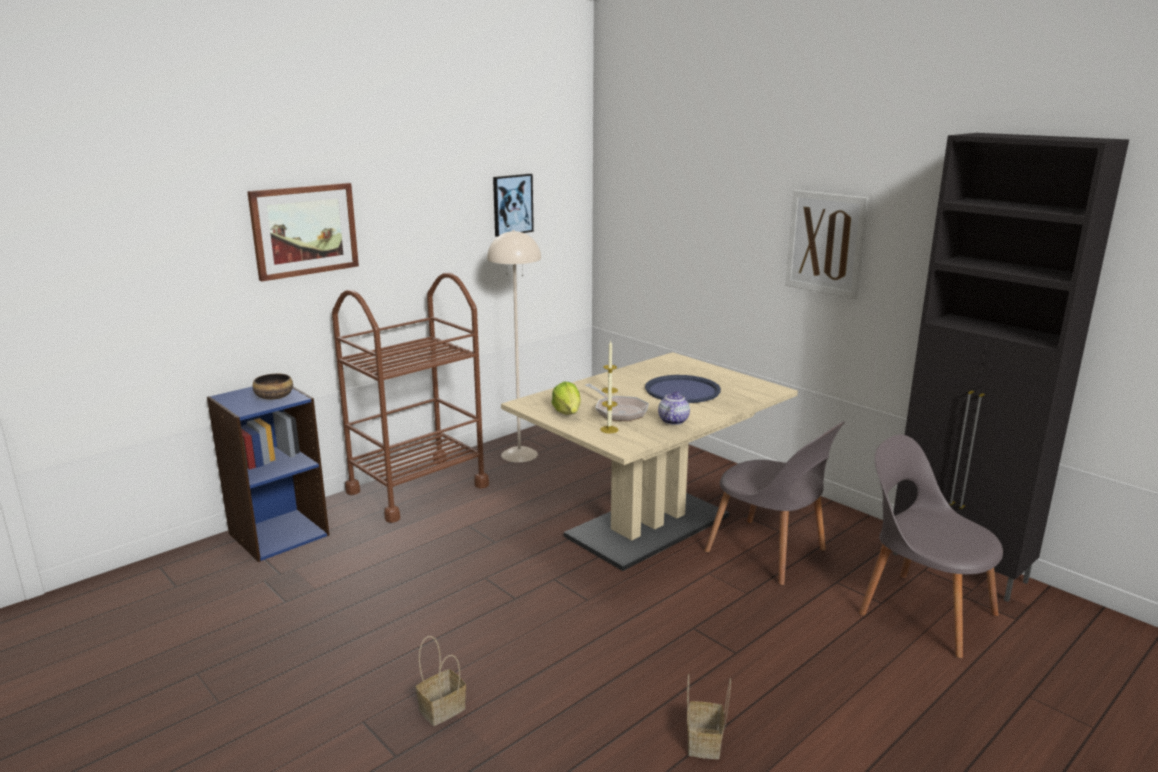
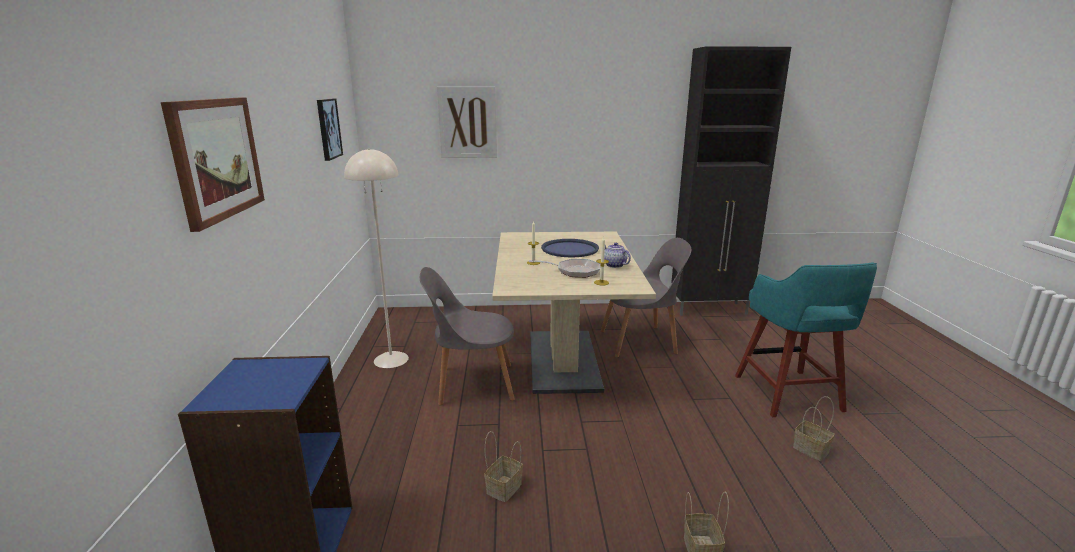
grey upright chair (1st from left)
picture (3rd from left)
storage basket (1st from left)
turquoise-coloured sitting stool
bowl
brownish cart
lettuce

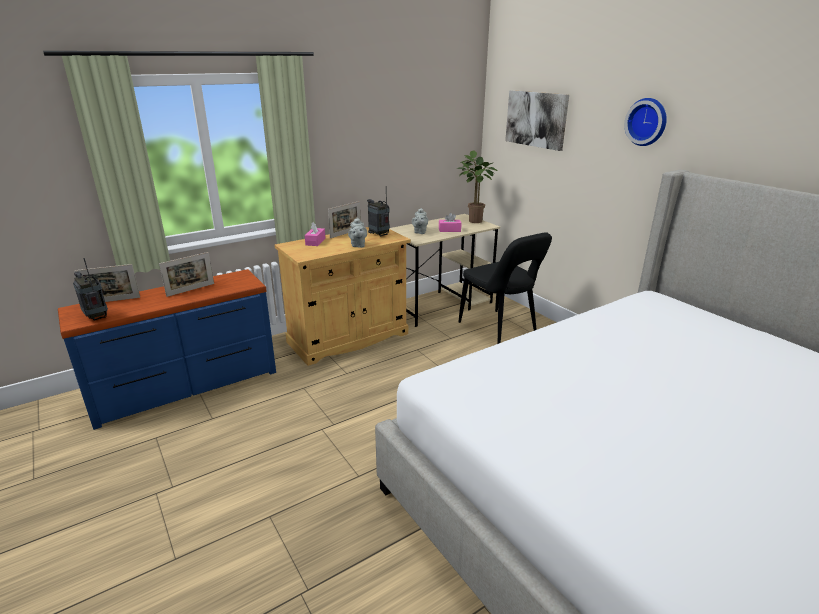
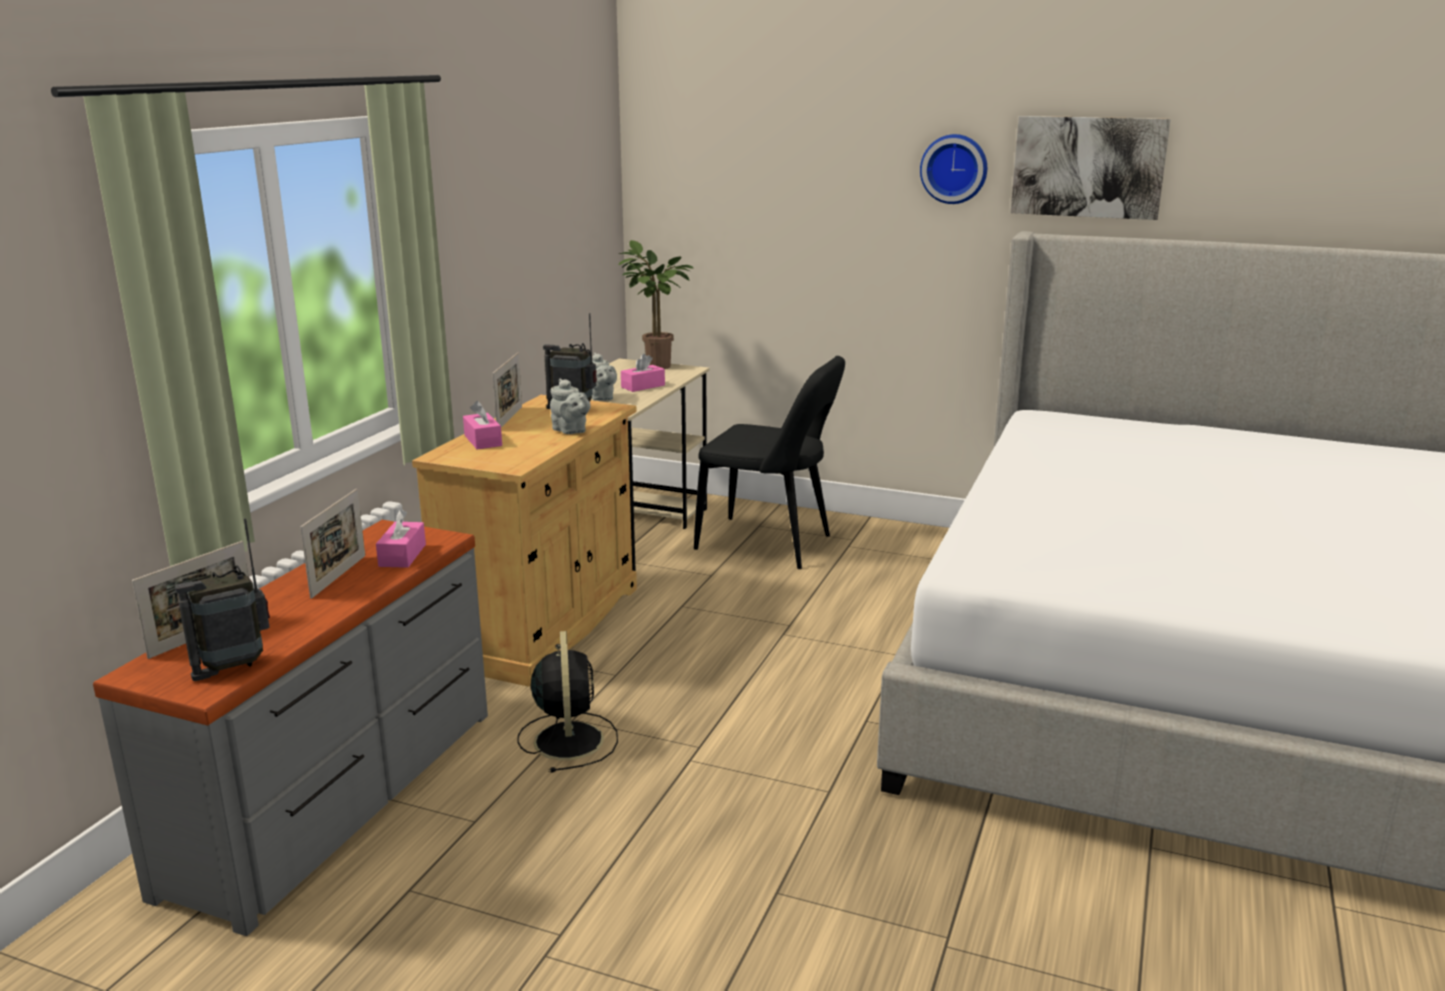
grey drawer chest
radio receiver (1st from left)
pink-coloured tissue holder (1st from left)
black fan
picture

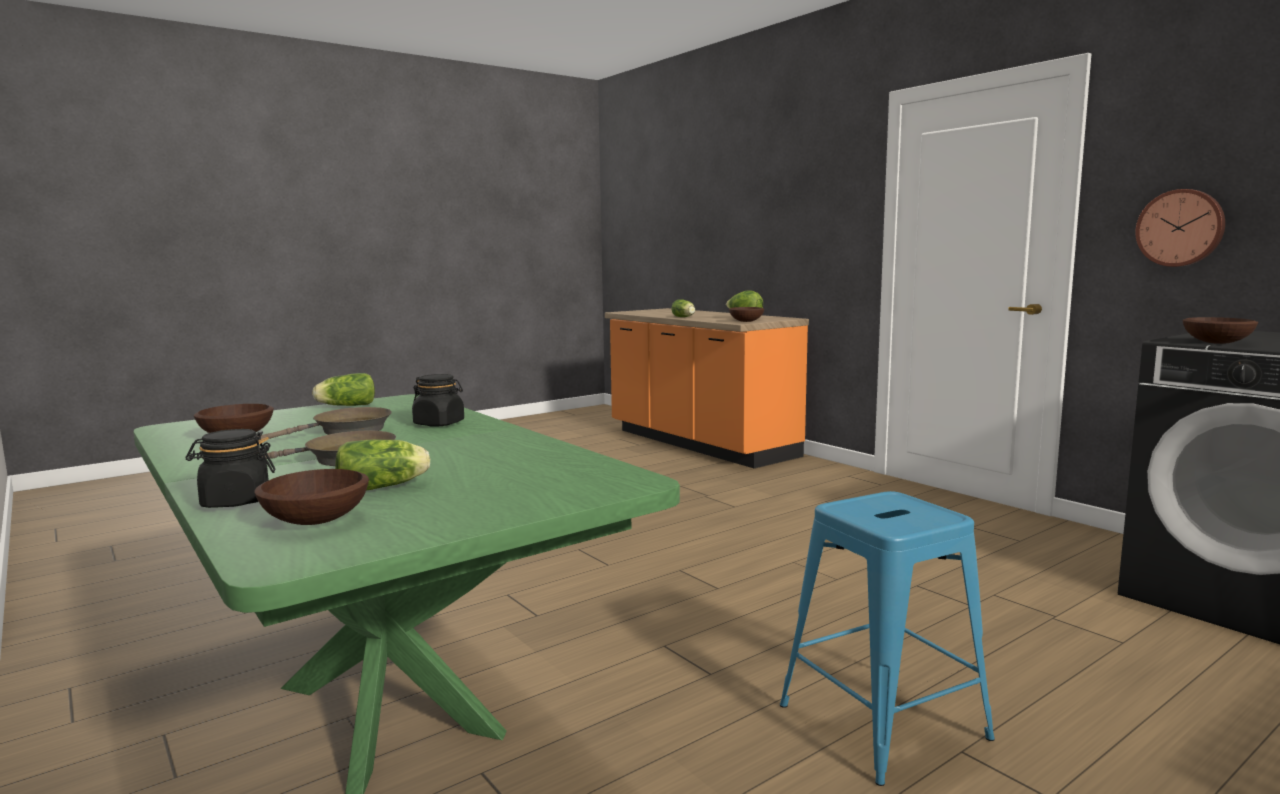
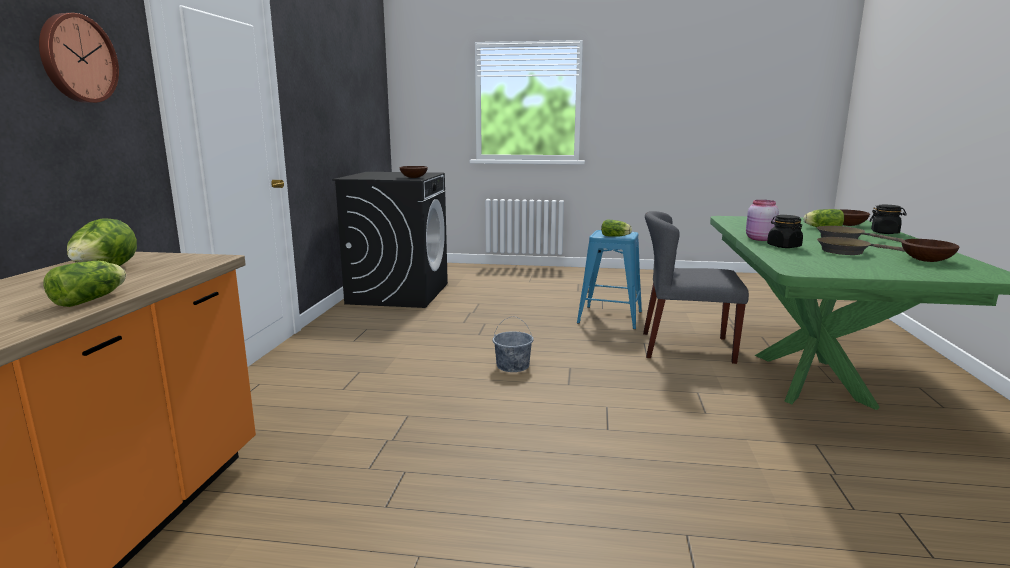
wall clock
grey pail
lettuce (3rd from left)
grey upright chair
pink-coloured preserve jar
brownish bowl (3rd from left in the first image)

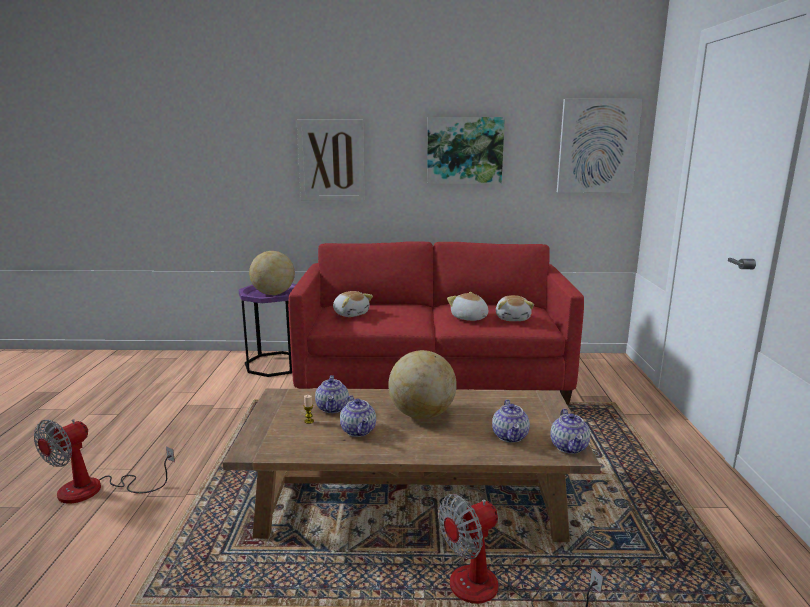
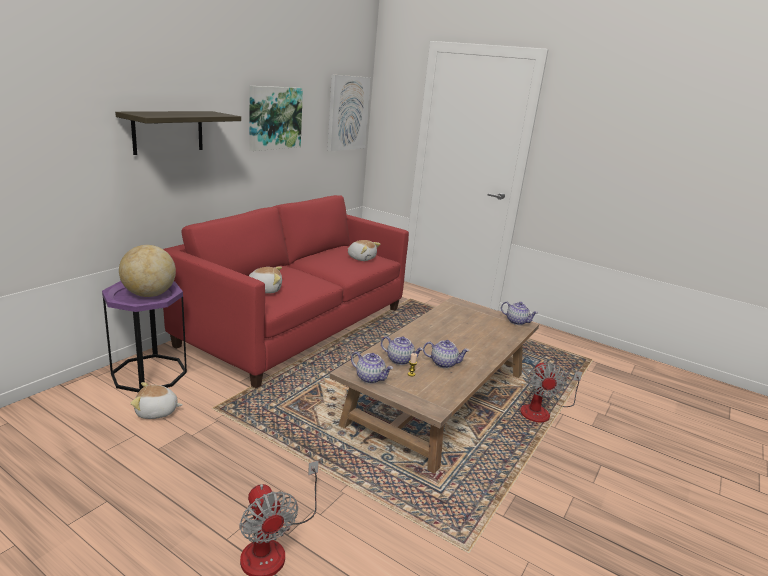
wall shelf
soft toy (1st from left)
teapot (1st from left)
globe (2nd from left in the first image)

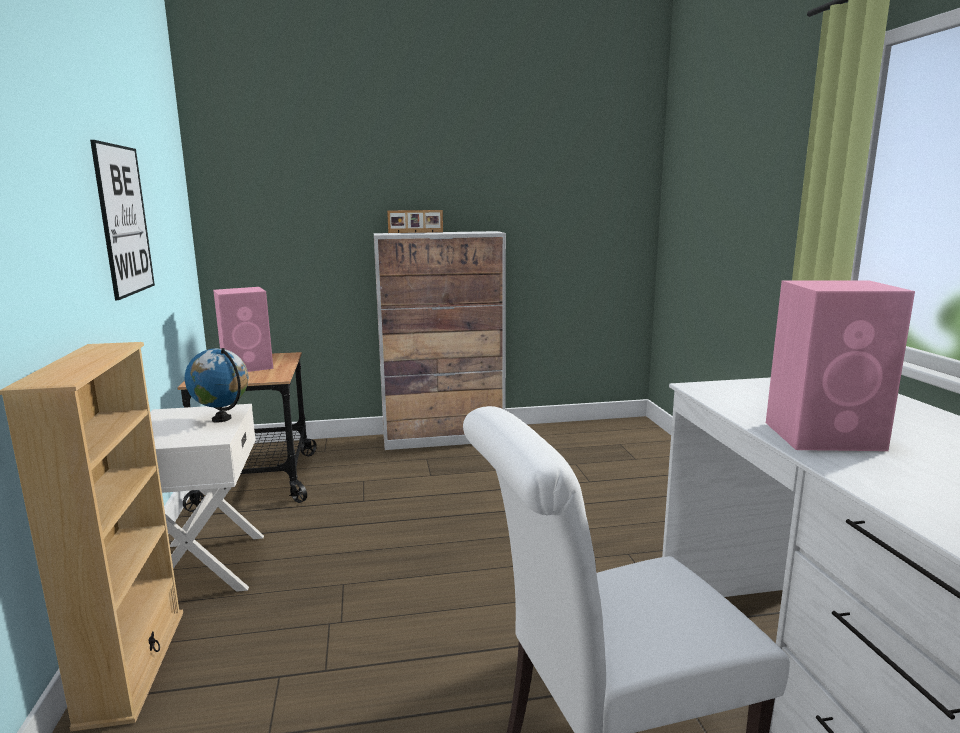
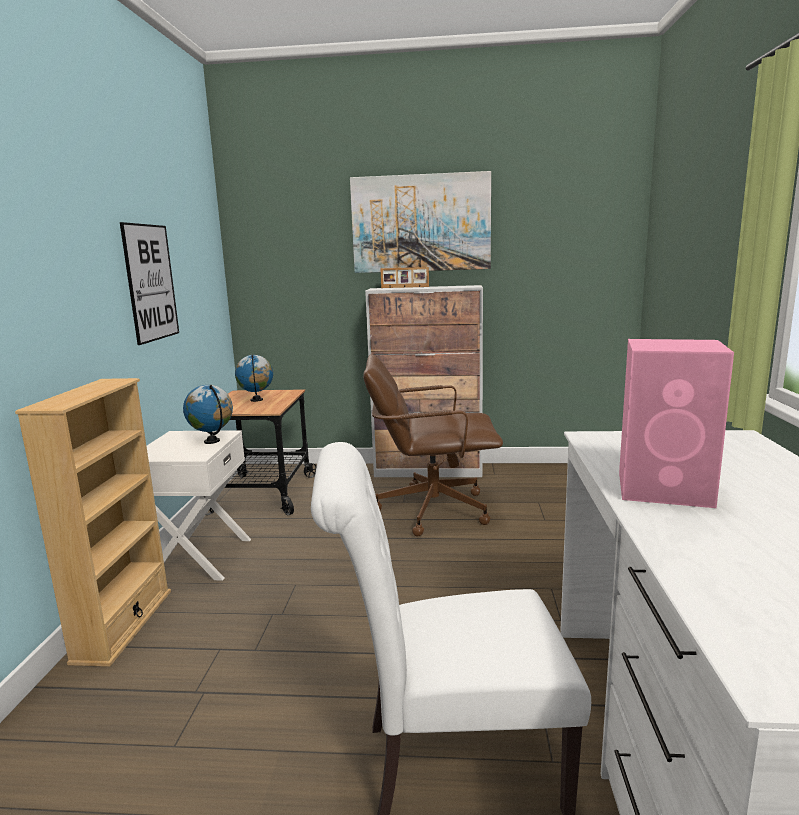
globe (2nd from left)
picture (2nd from left)
brownish computer chair

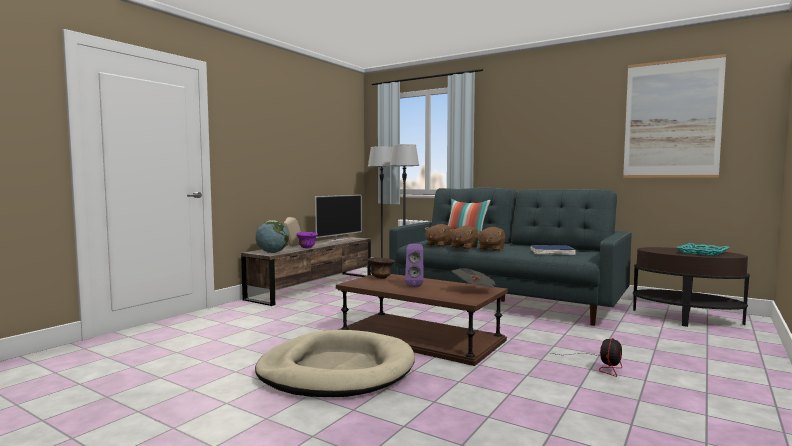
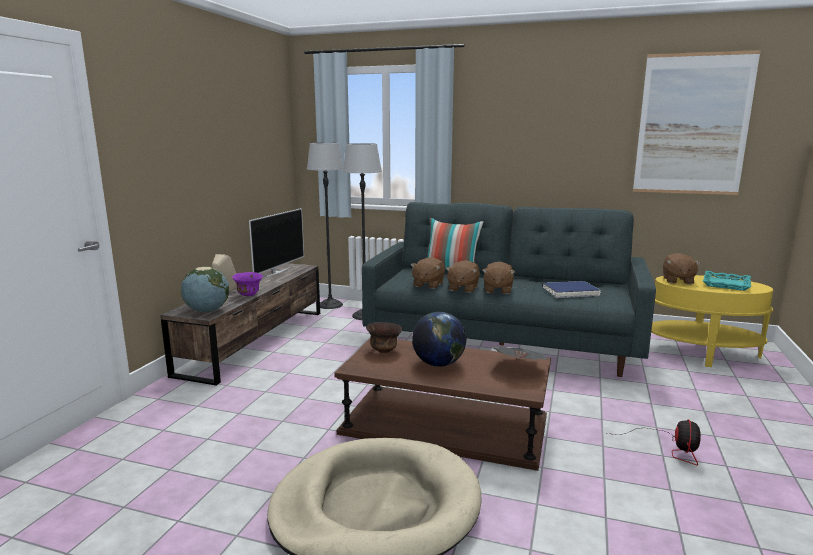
globe (2nd from left)
yellow-coloured accent table
brownish soft toy (4th from left)

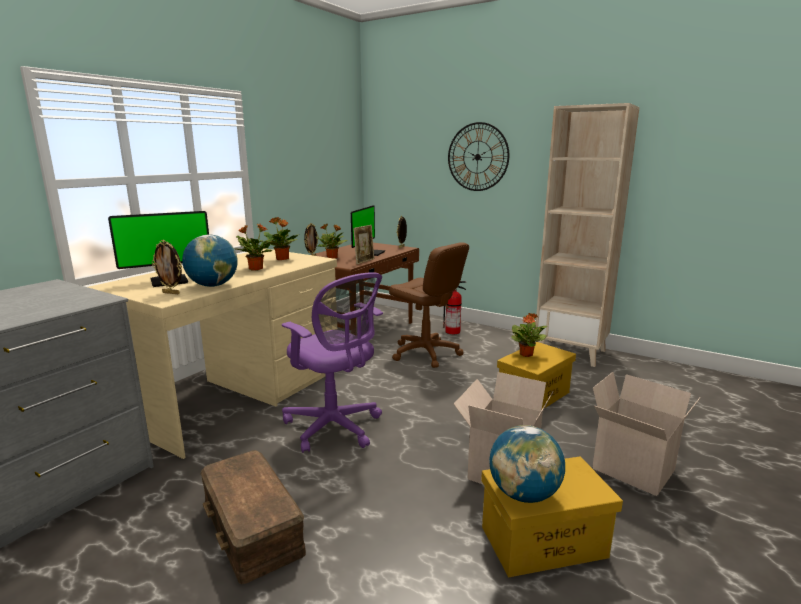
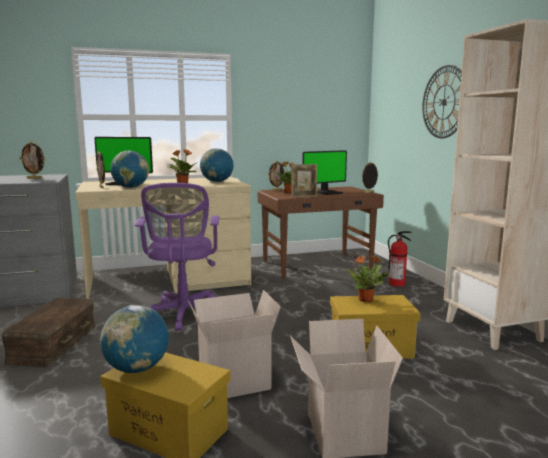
picture frame (1st from left)
globe (3rd from left)
brownish computer chair

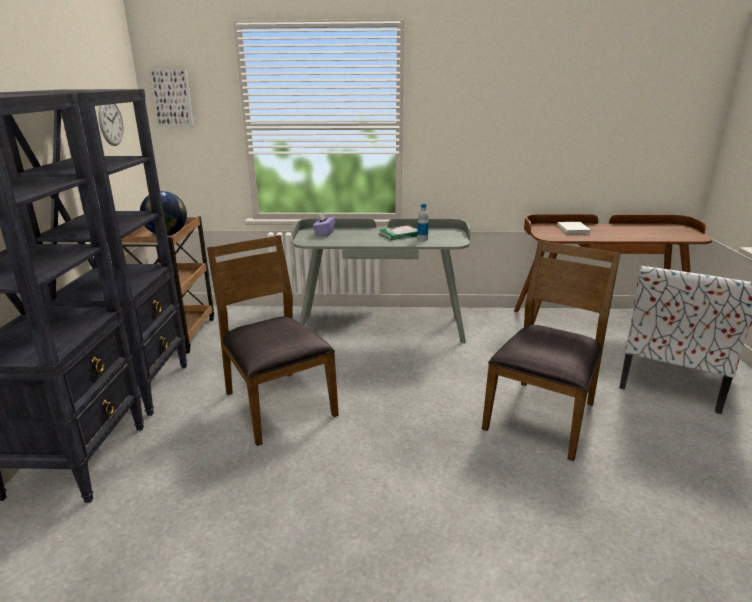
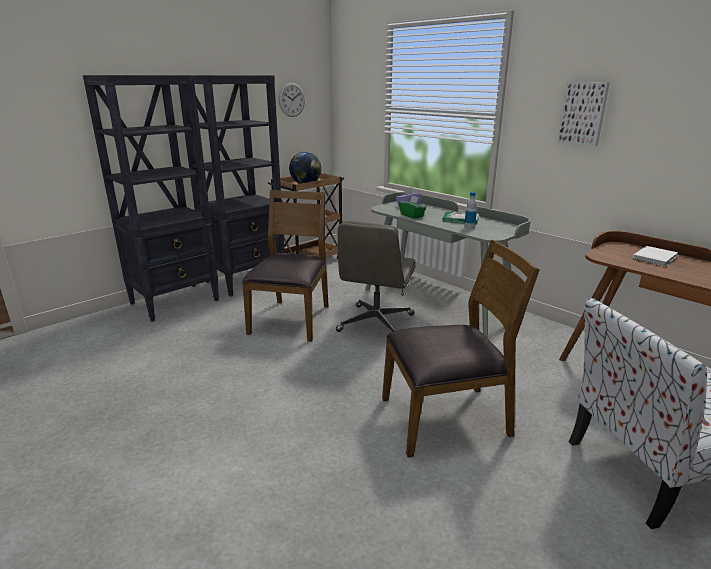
grey computer chair
green tissue holder
picture

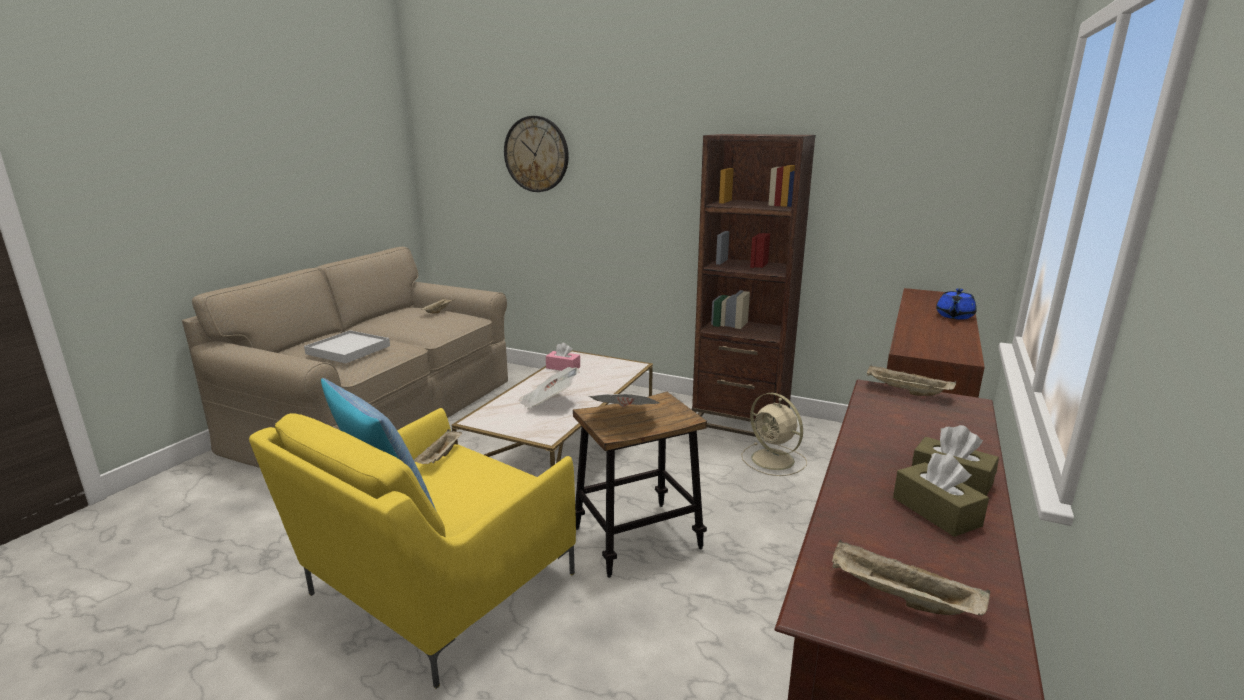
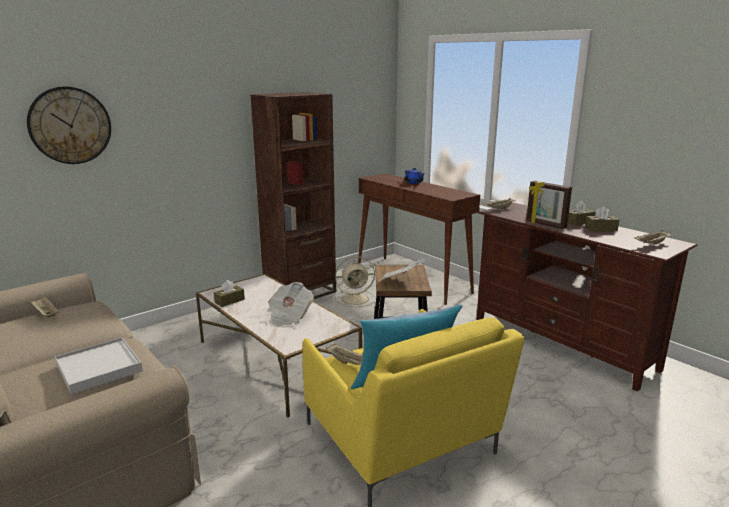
brownish tissue holder (1st from left)
picture frame

